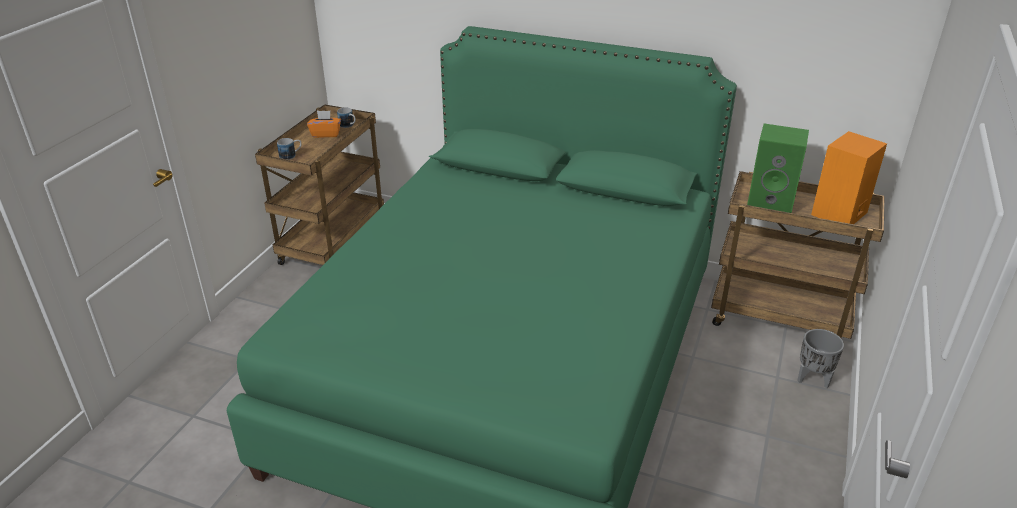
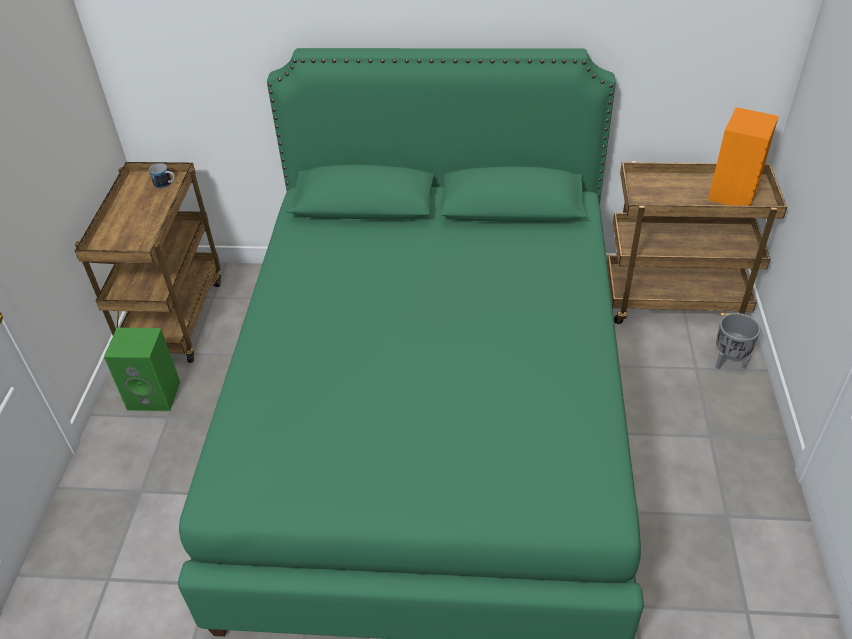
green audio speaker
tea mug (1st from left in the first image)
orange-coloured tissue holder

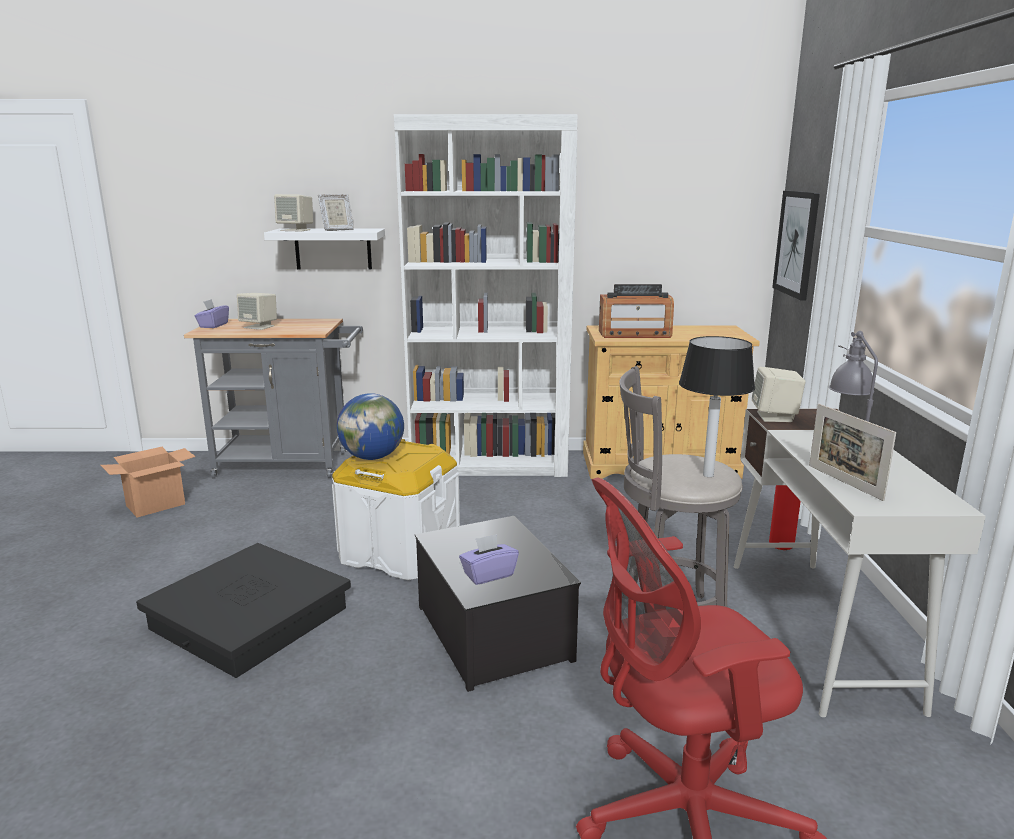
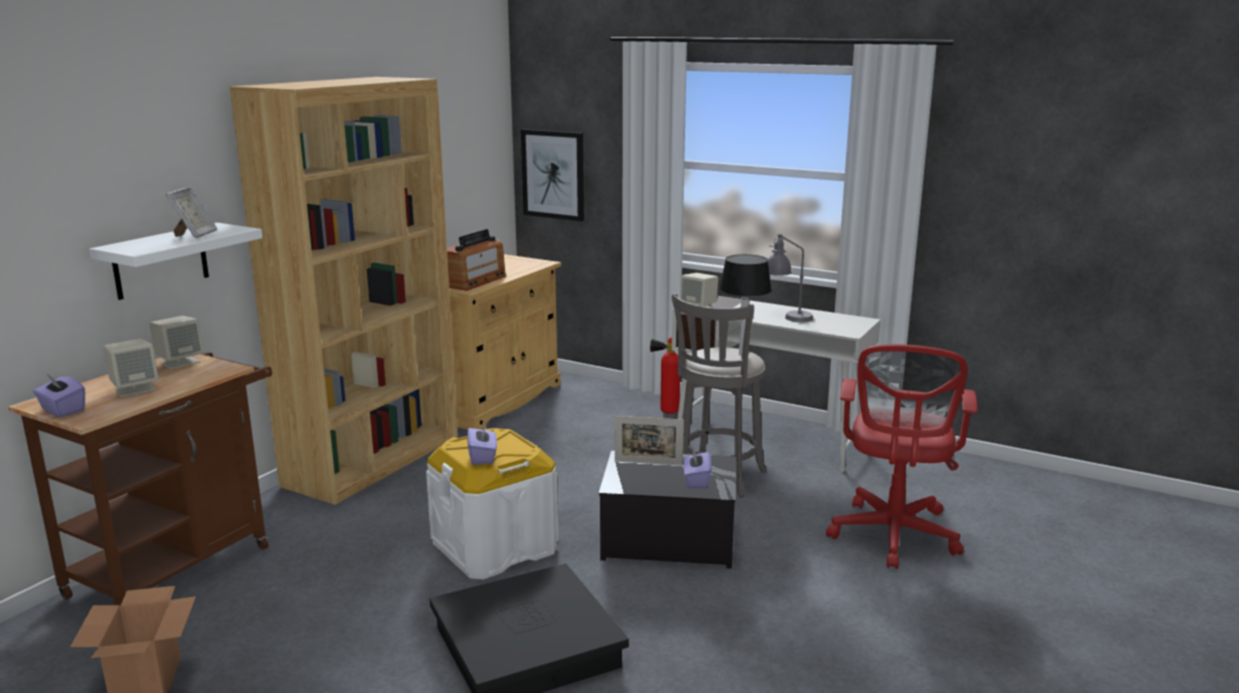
brownish cart
beige audio speaker (2nd from left)
brownish shelving unit
purple tissue holder (2nd from left)
picture frame (2nd from left)

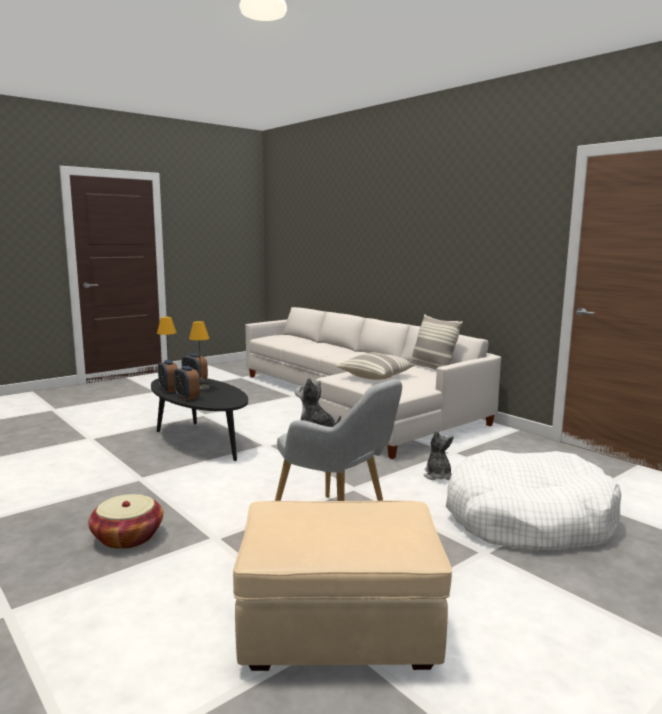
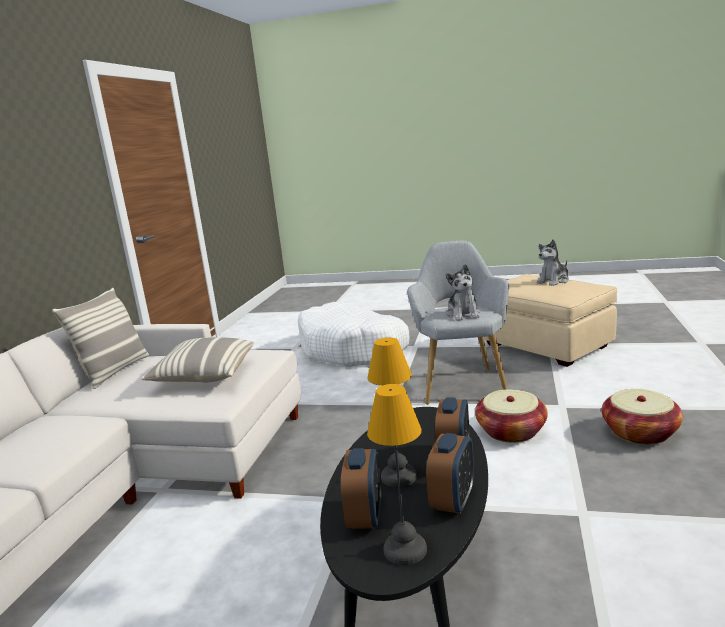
storage basket (1st from left)
soft toy (2nd from left)

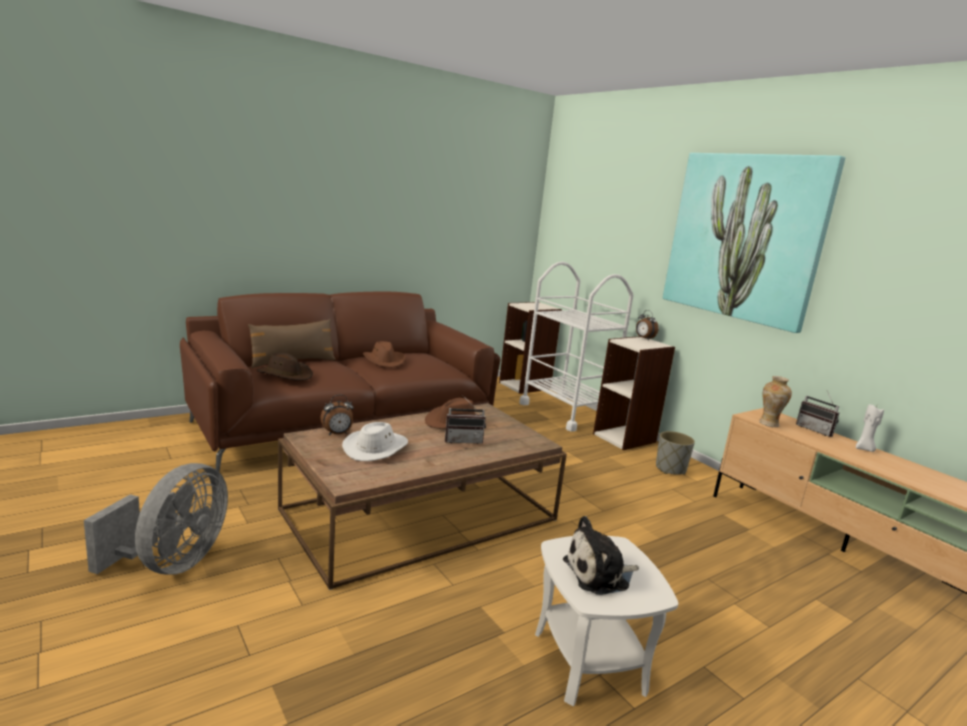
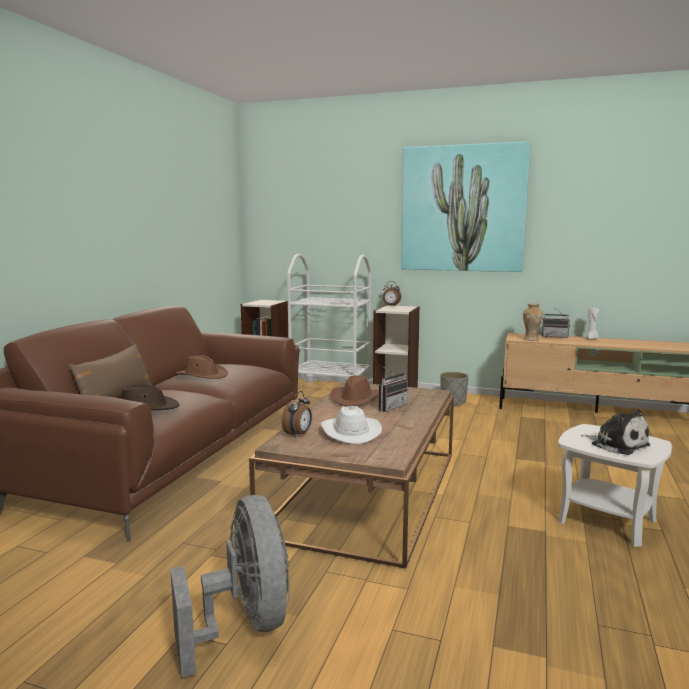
soft toy

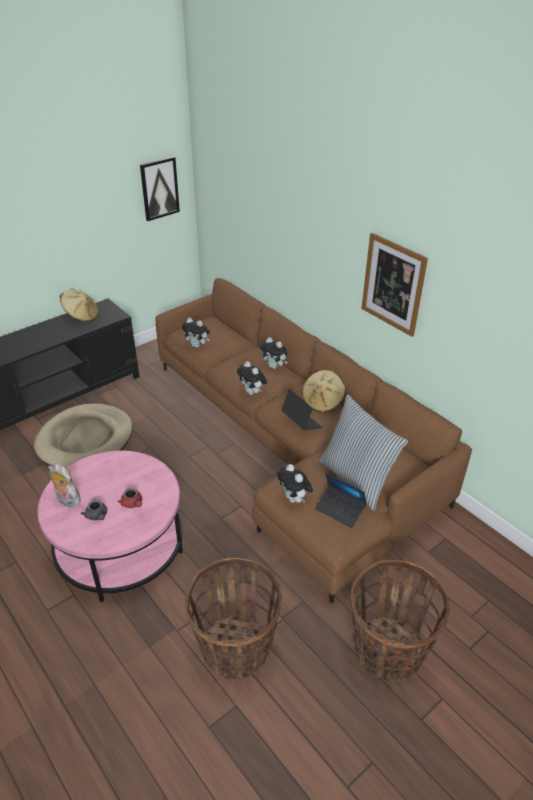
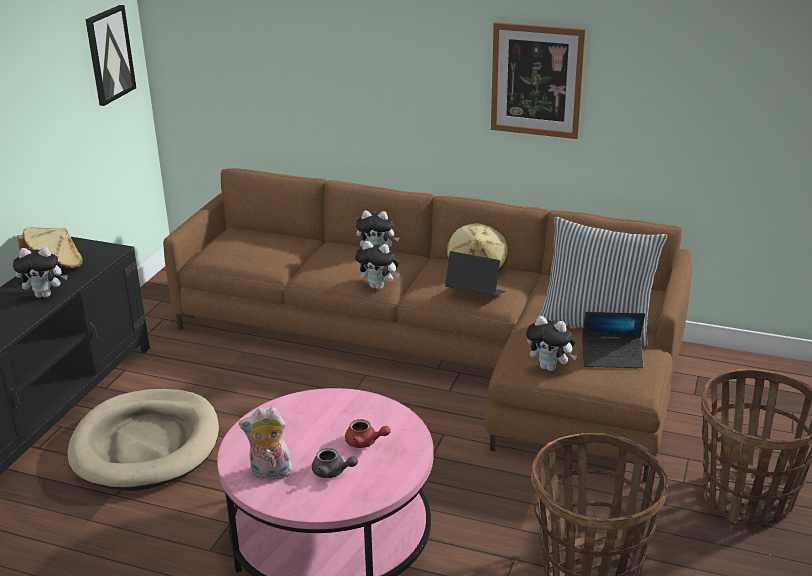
soft toy (1st from left)

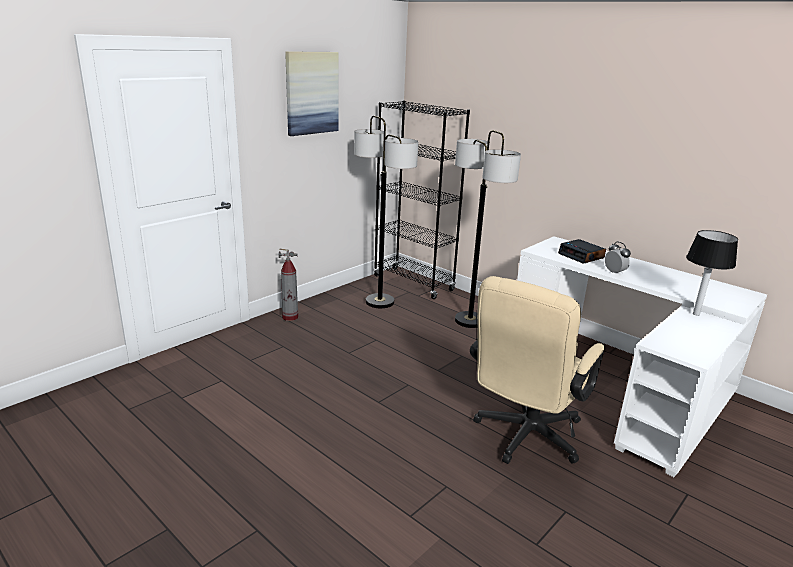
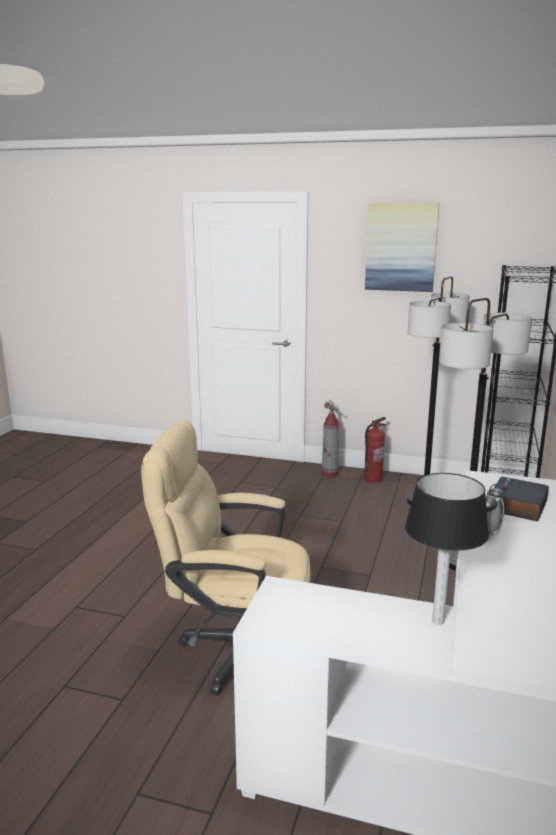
extinguisher (2nd from left)

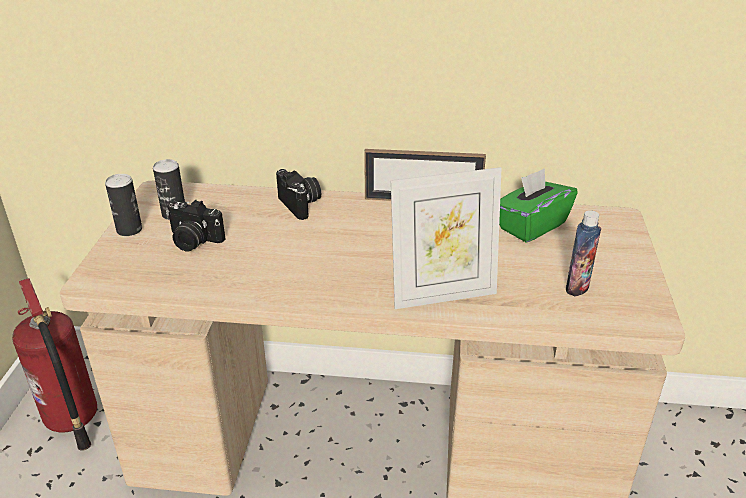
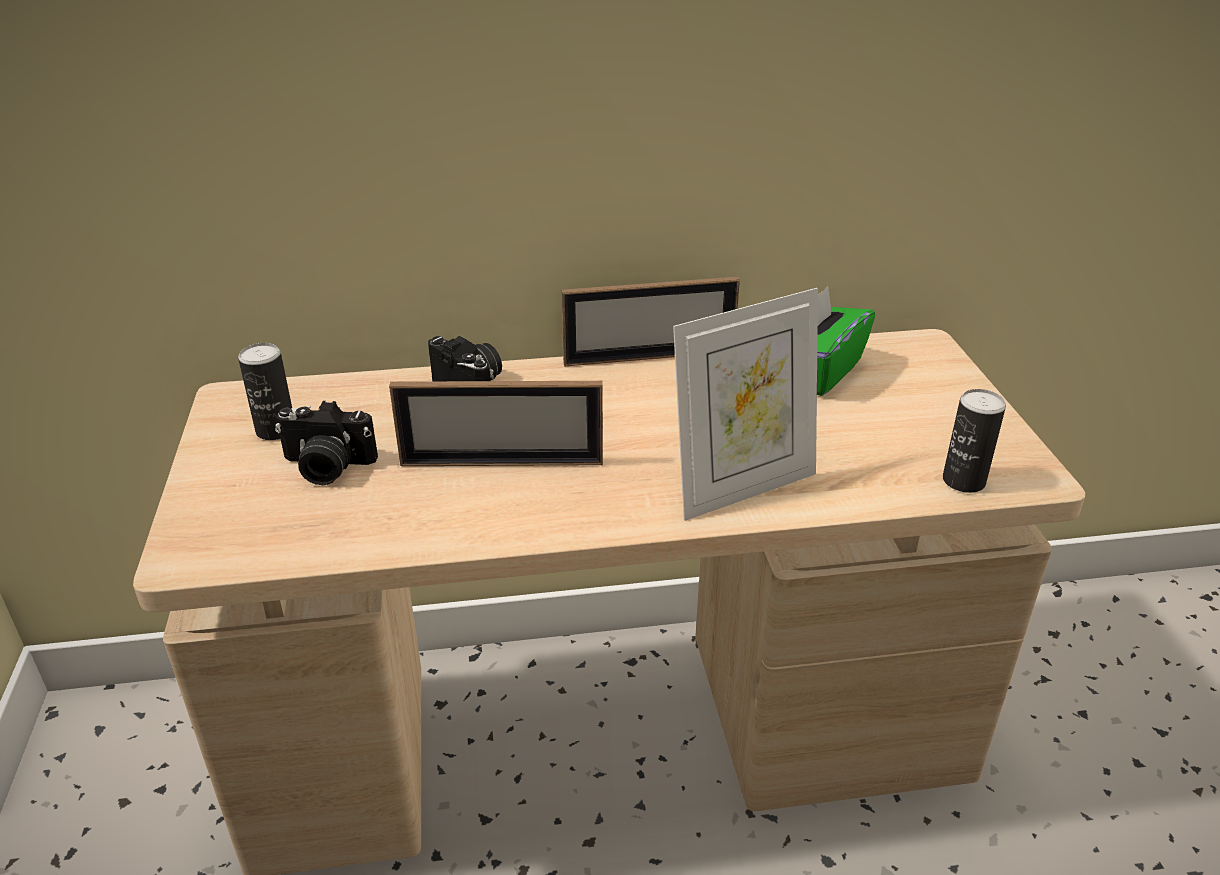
picture frame (1st from left)
metal can (2nd from left)
extinguisher
drink bottle

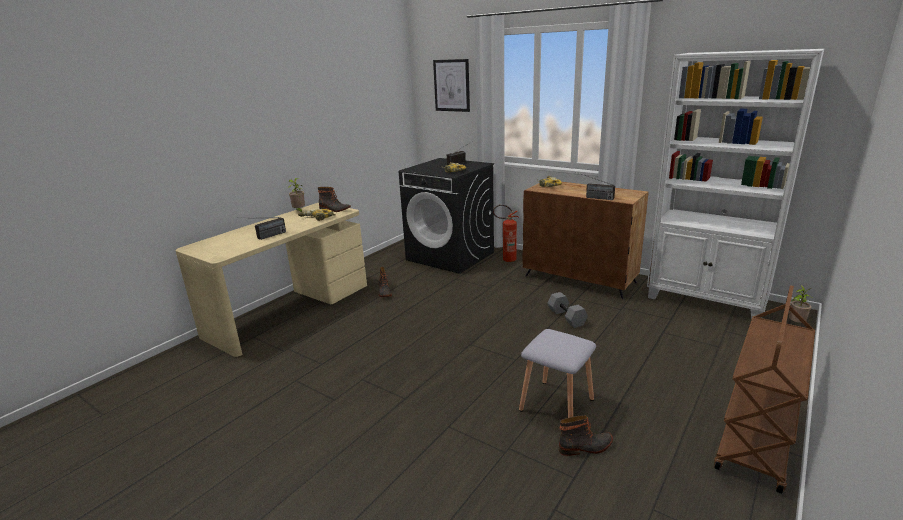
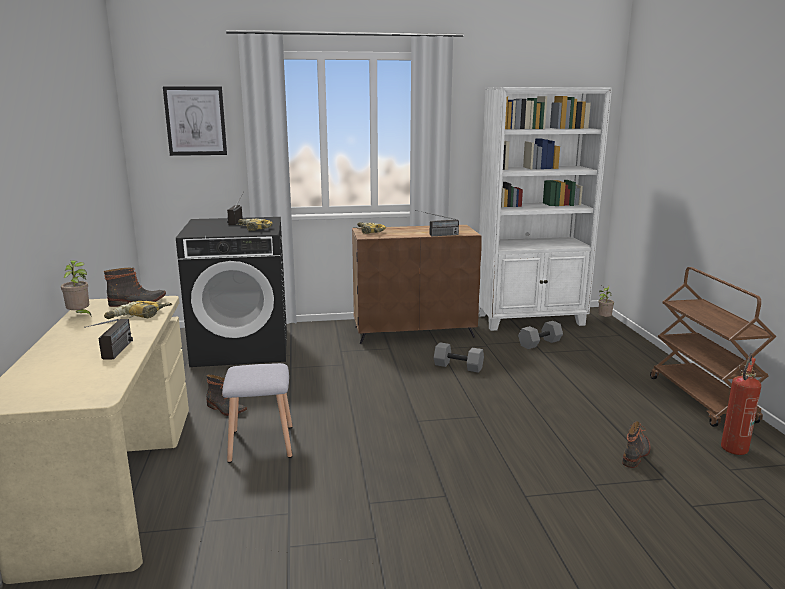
grey sitting stool
grey free weight (2nd from left)
extinguisher

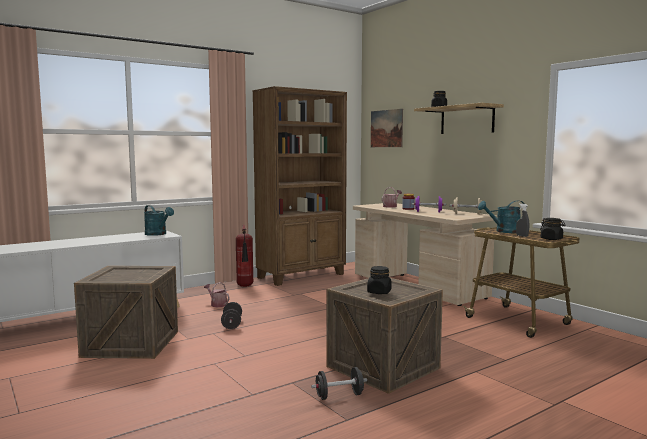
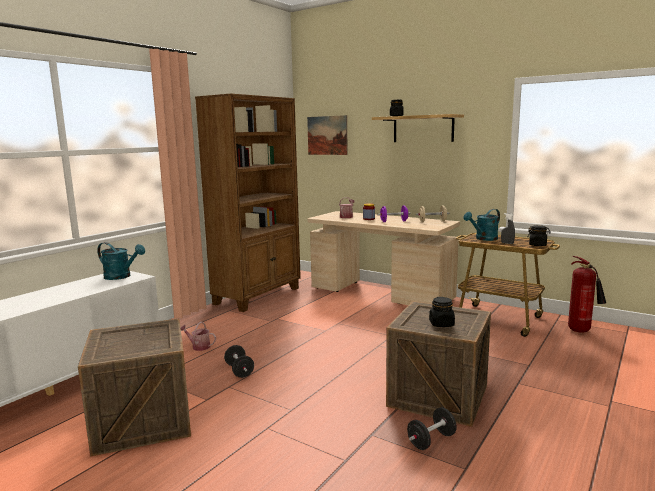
extinguisher

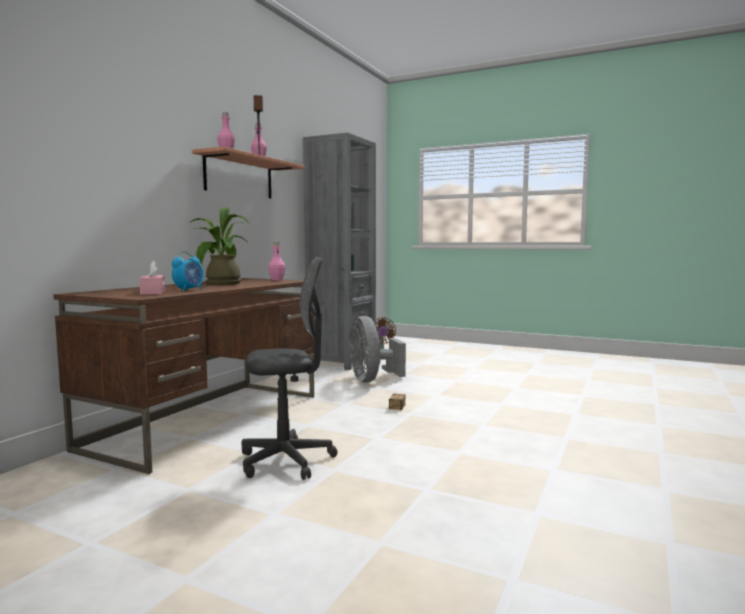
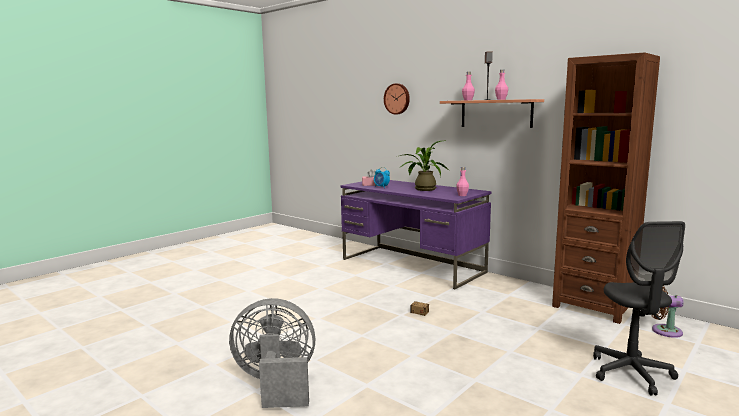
grey fan
purple desk
wall clock
brownish shelving unit
grey computer chair

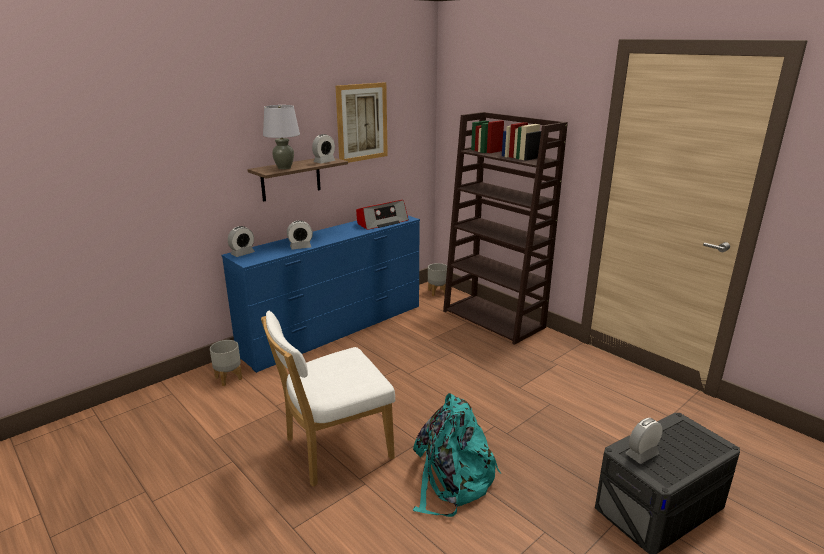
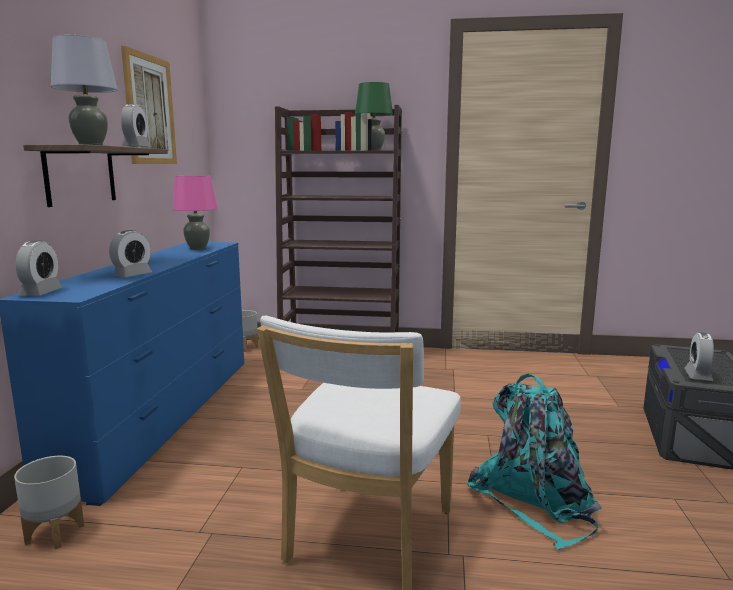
pink-coloured tabletop lamp
green tabletop lamp

